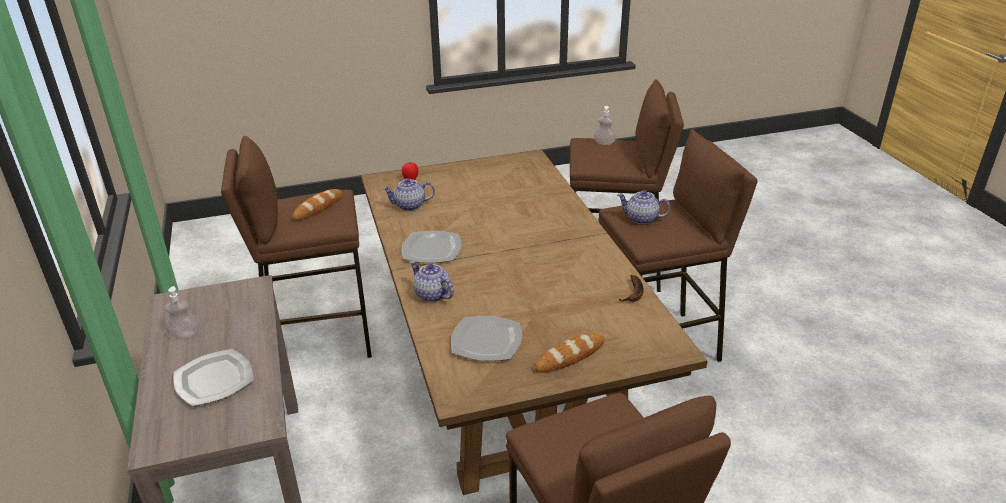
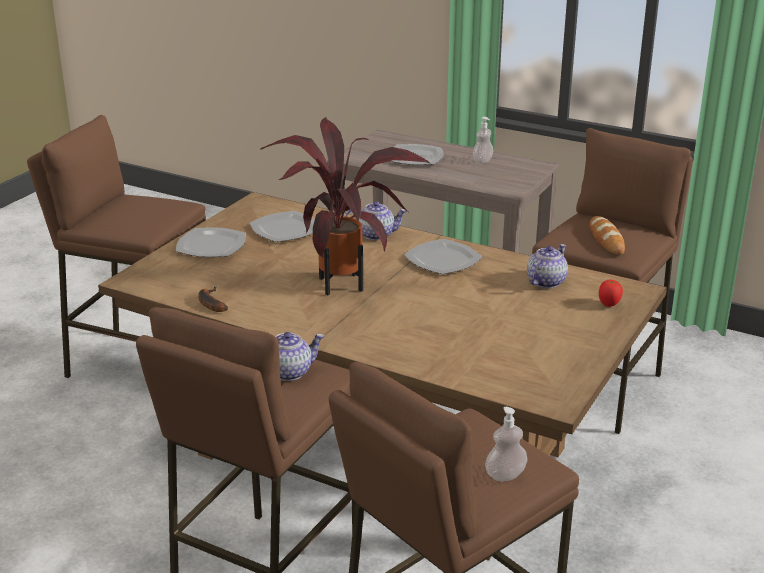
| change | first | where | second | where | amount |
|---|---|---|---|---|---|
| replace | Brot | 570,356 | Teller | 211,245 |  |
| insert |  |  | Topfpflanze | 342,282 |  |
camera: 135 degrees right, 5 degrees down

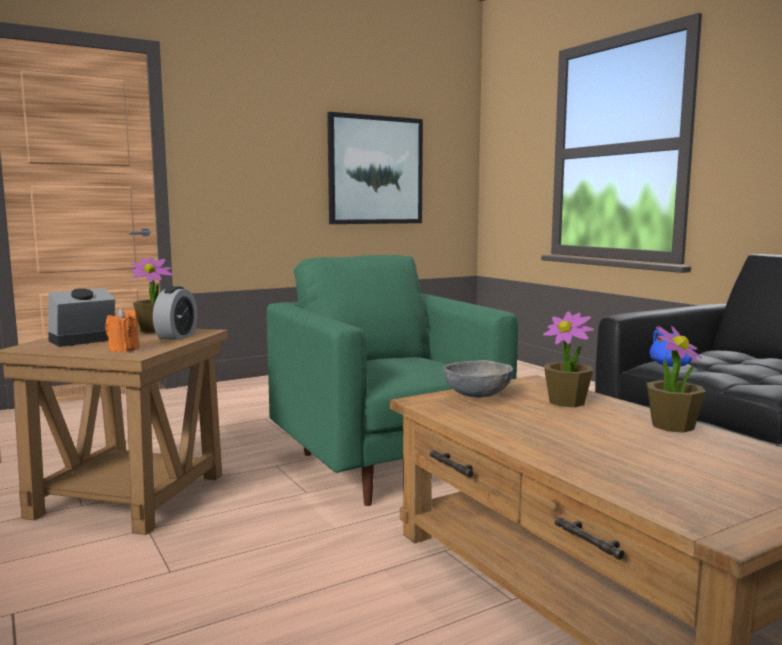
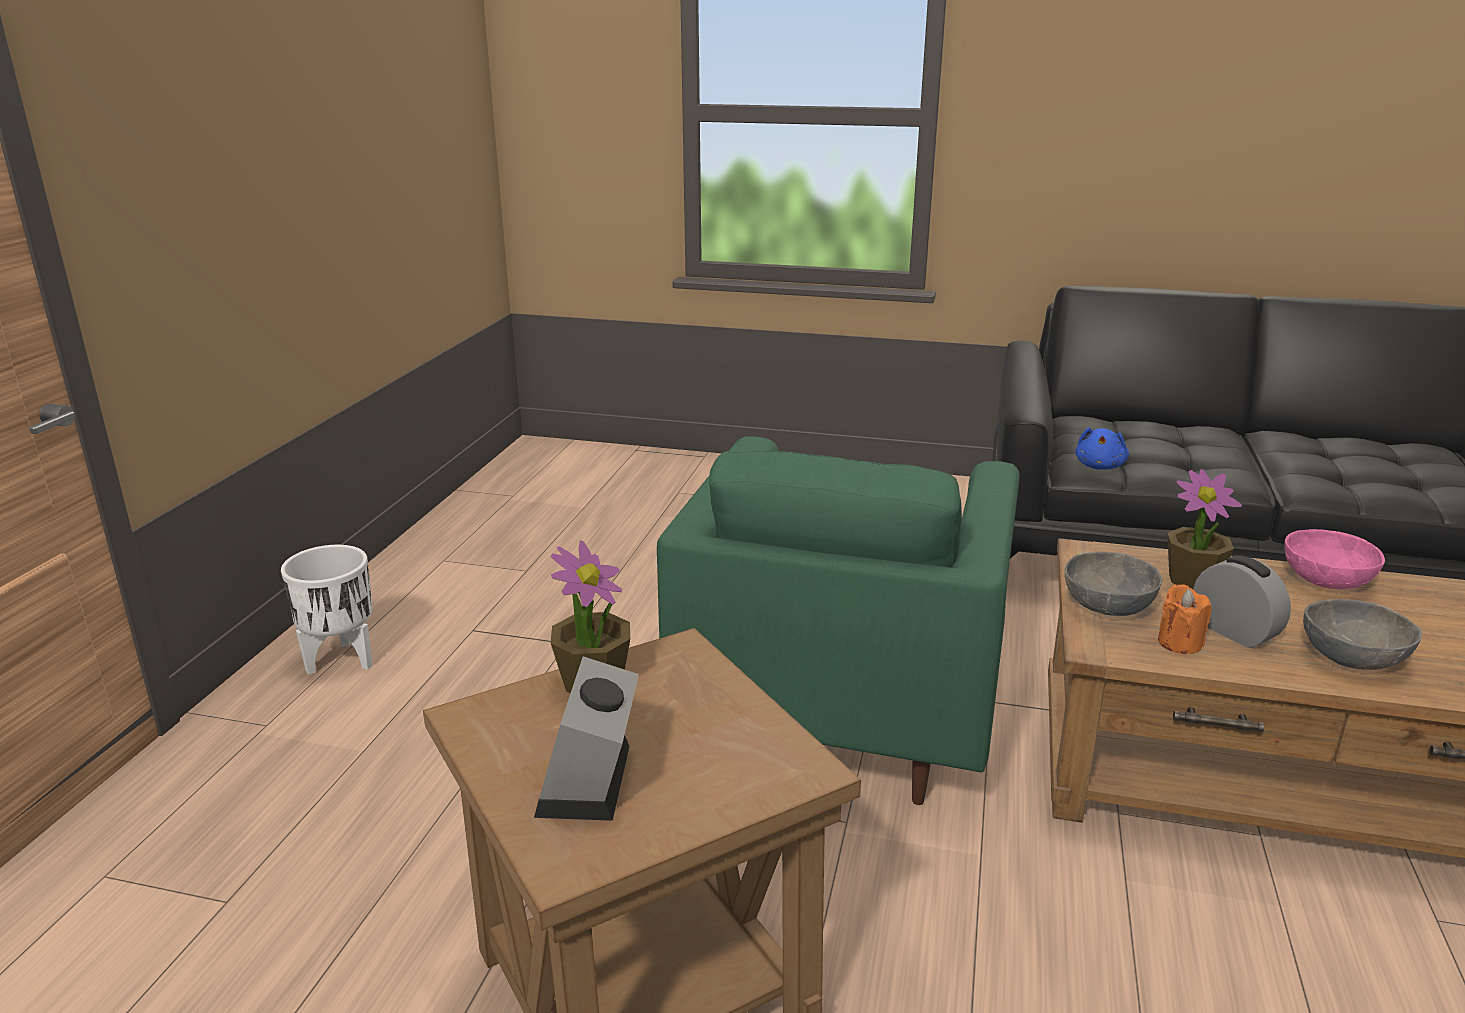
| change | first | where | second | where | amount |
|---|---|---|---|---|---|
| delete | Bild | 375,170 |  |  |  |
| rotate | Sessel (grün) | 388,465 |  | 840,719 | 90 degrees counterclockwise |
| move | Wecker | 176,336 |  | 1233,632 |  |
| move | Kerze (orange) | 124,349 |  | 1179,643 |  |
| replace | Topfpflanze | 672,425 | Schüssel (rosa) | 1325,580 |  |
| insert |  |  | Pflanzkübel (weiß) | 342,660 |  |
| insert |  |  | Schüssel (grau) | 1353,658 |  |
camera: 45 degrees left, 15 degrees up

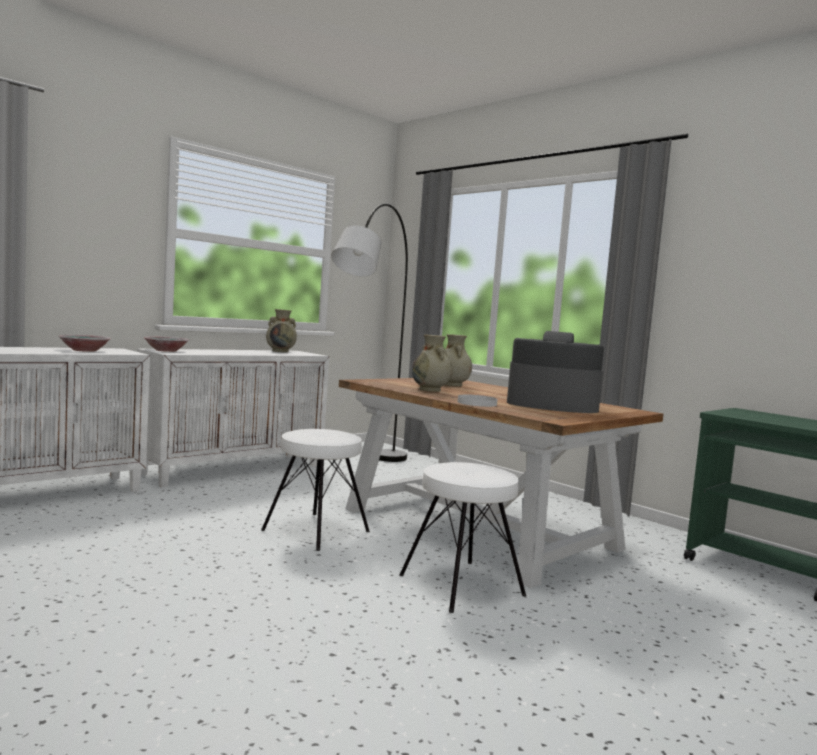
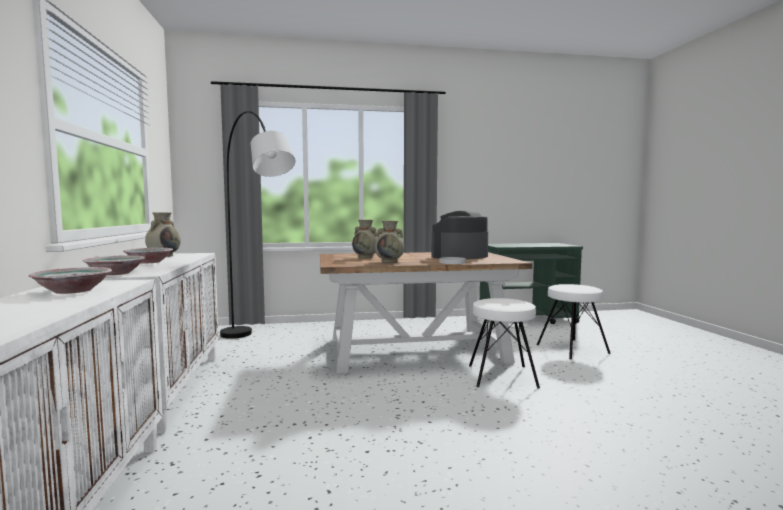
| change | first | where | second | where | amount |
|---|---|---|---|---|---|
| move | Hocker (weiß) | 315,531 |  | 572,349 |  |
| insert |  |  | Schüssel | 149,262 |  |
camera: 55 degrees left, 0 degrees up

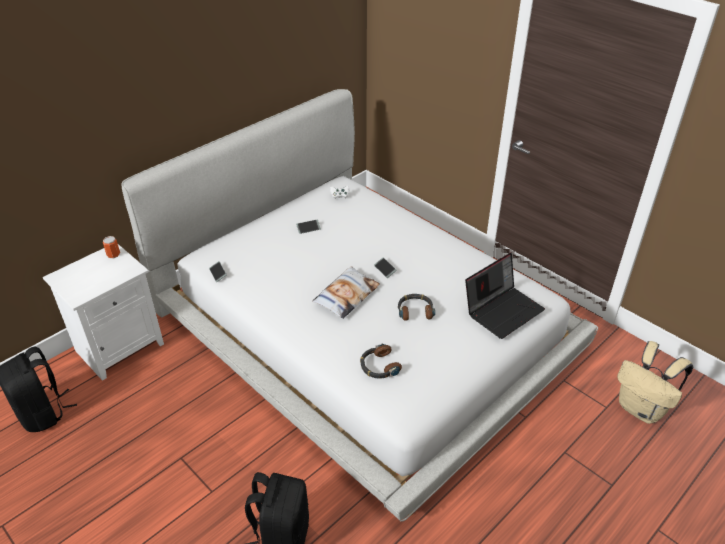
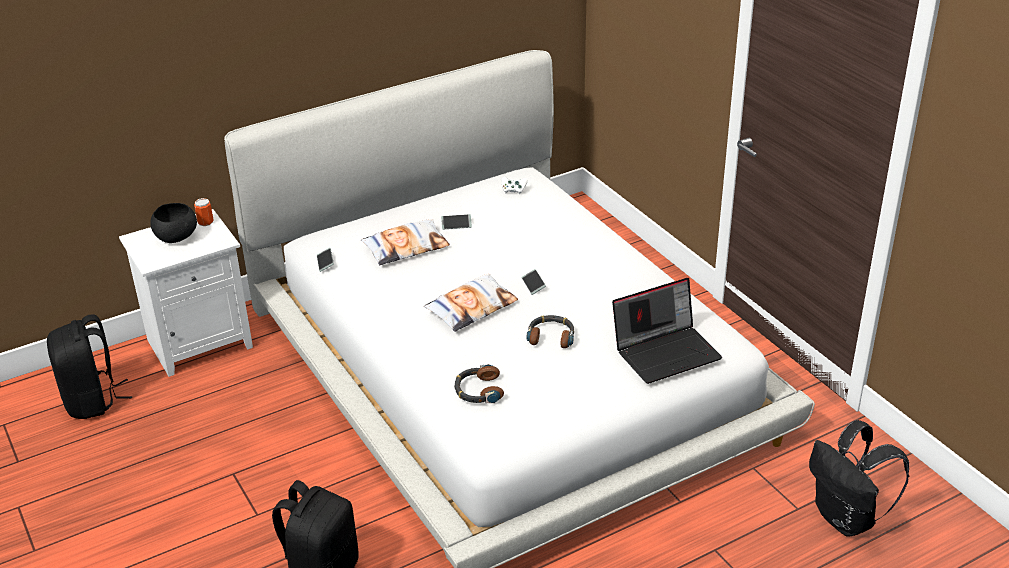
| change | first | where | second | where | amount |
|---|---|---|---|---|---|
| recolor | Rucksack (beige) | 642,409 | Rucksack (schwarz) | 847,519 |  |
| insert |  |  | Schüssel (schwarz) | 177,237 |  |
| insert |  |  | Kissen | 406,247 |  |
camera: 15 degrees right, 5 degrees down

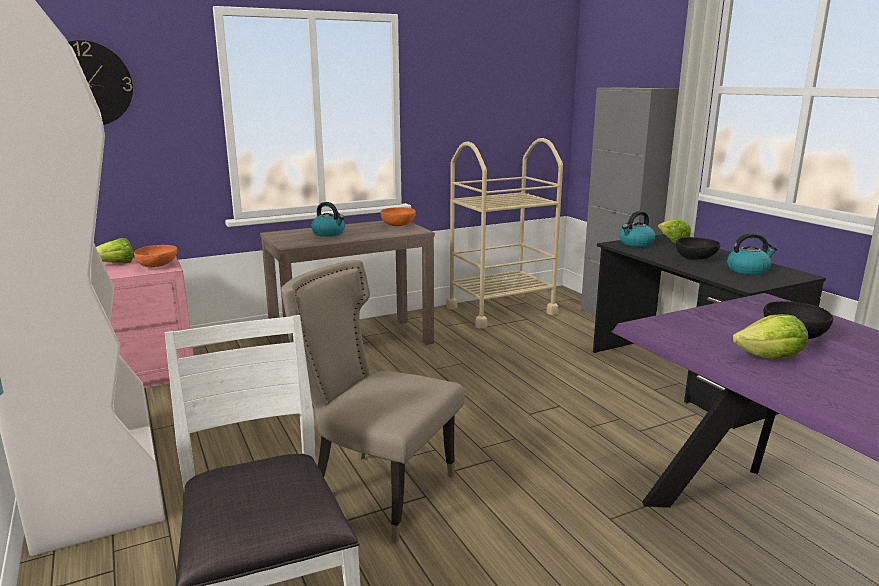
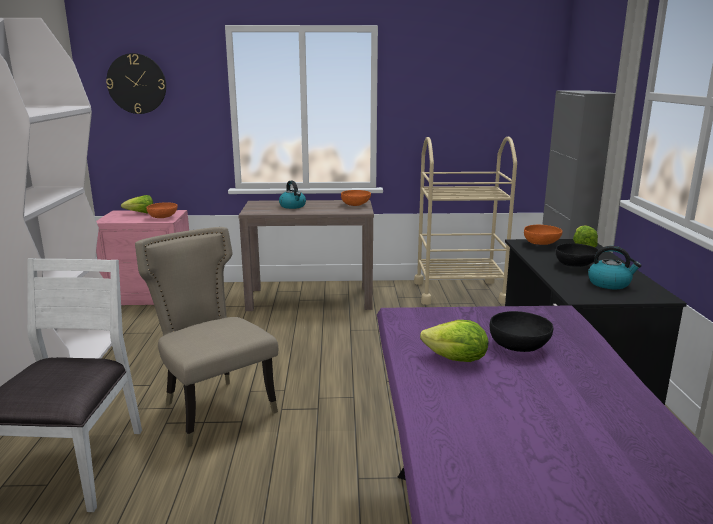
| change | first | where | second | where | amount |
|---|---|---|---|---|---|
| replace | Wasserkessel | 635,243 | Schüssel (orange) | 541,244 |  |
camera: 25 degrees right, 0 degrees up

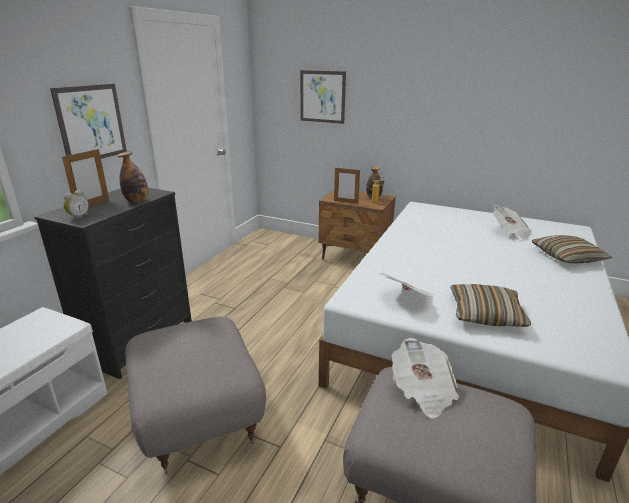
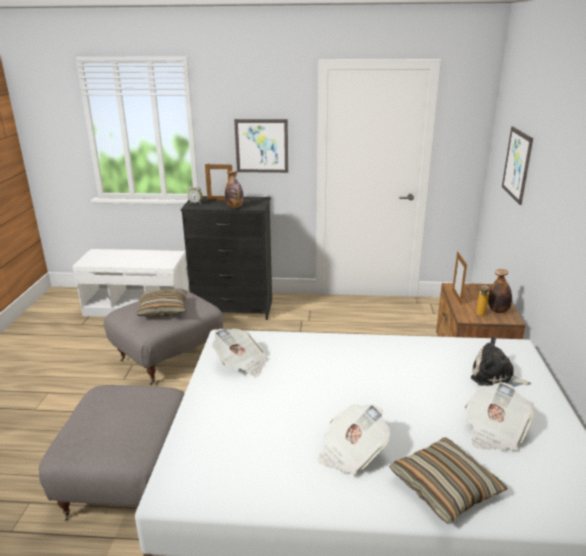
| change | first | where | second | where | amount |
|---|---|---|---|---|---|
| move | Kissen | 485,314 |  | 163,310 |  |
| move | Zeitung | 422,391 |  | 351,453 |  |
| insert |  |  | Plüschtier | 495,377 |  |
camera: 70 degrees right, 0 degrees up

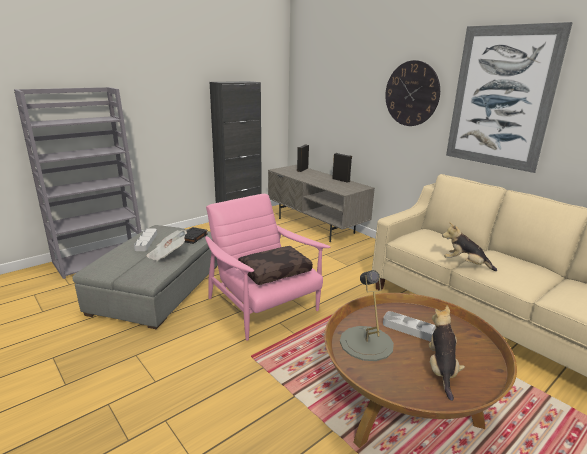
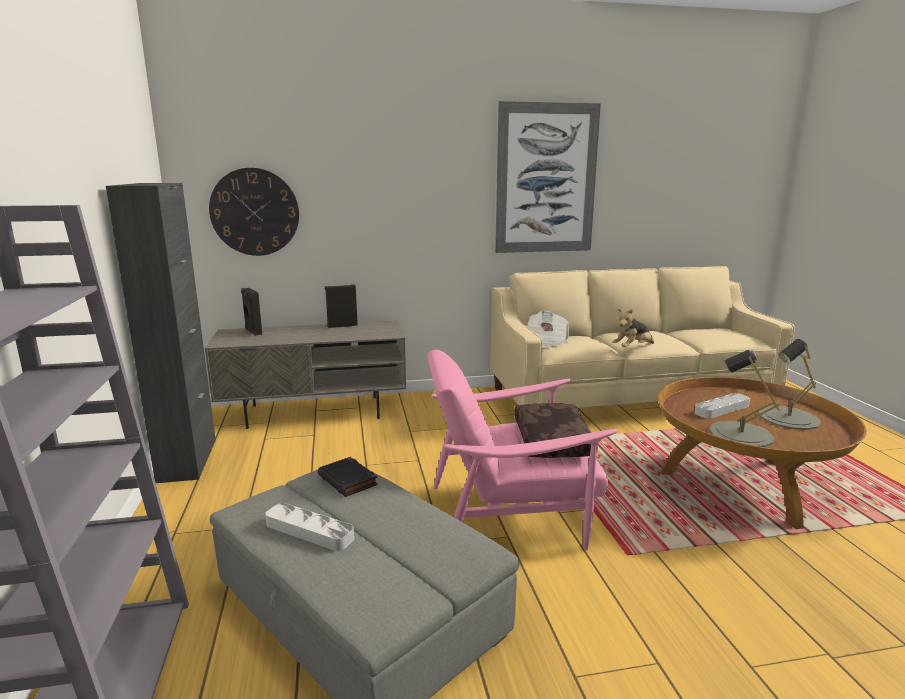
| change | first | where | second | where | amount |
|---|---|---|---|---|---|
| move | Wanduhr | 412,94 |  | 255,212 |  |
| move | Zeitung | 167,255 |  | 547,341 |  |
| replace | Plüschtier | 441,370 | Tischlampe (grau) | 788,418 |  |
camera: 60 degrees left, 5 degrees down

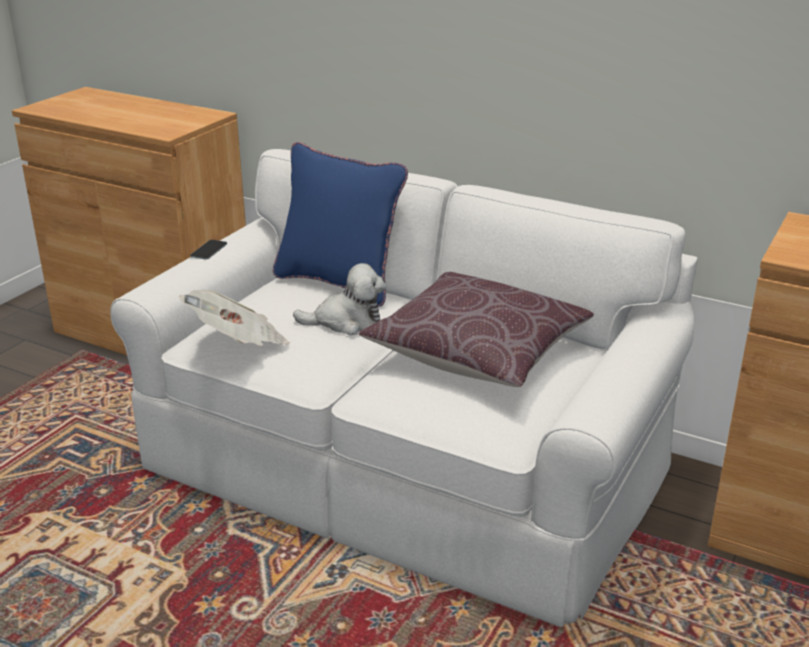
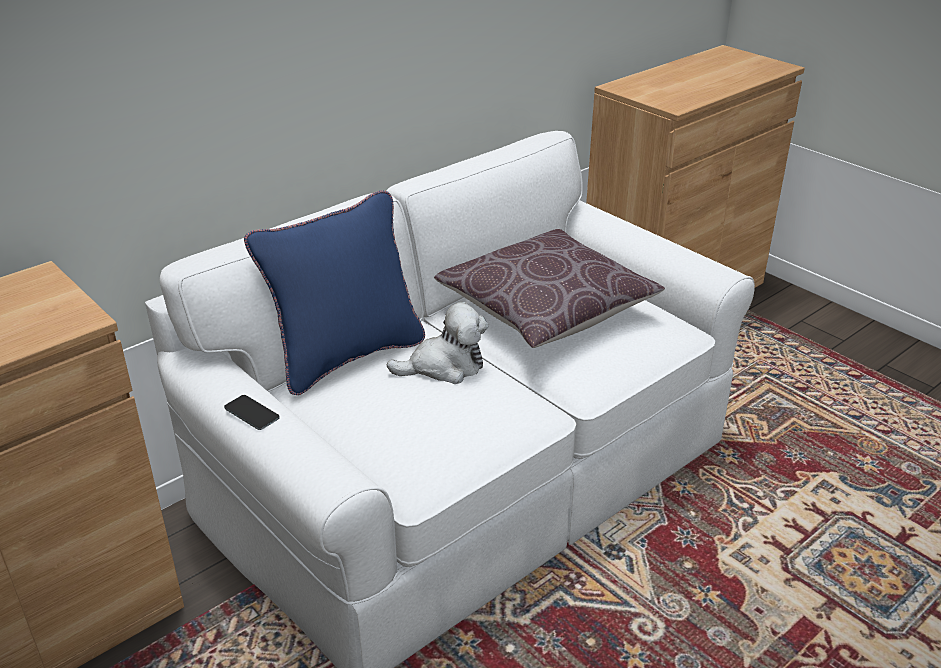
| change | first | where | second | where | amount |
|---|---|---|---|---|---|
| rotate | Plüschtier | 346,322 |  | 444,366 | 60 degrees clockwise |
| delete | Zeitung | 238,343 |  |  |  |
camera: 70 degrees left, 5 degrees up

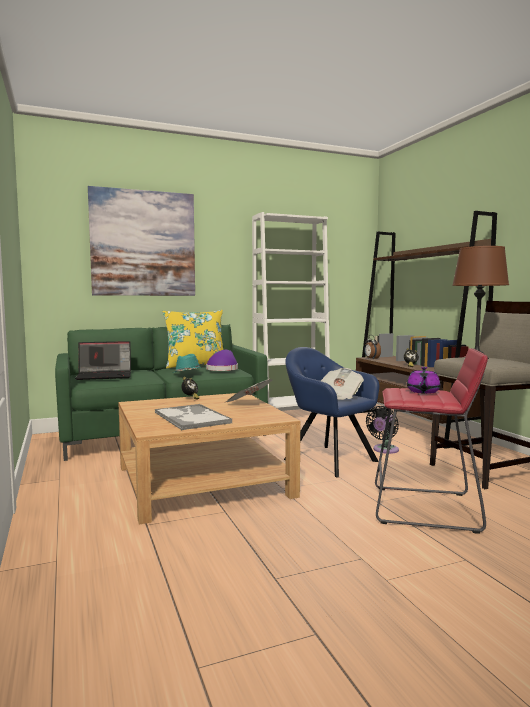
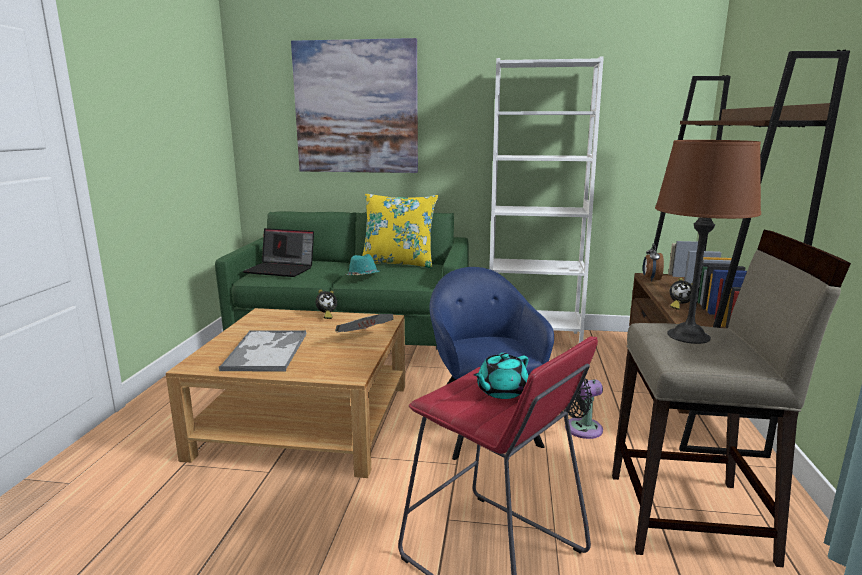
| change | first | where | second | where | amount |
|---|---|---|---|---|---|
| delete | Hut (lila) | 223,369 |  |  |  |
| recolor | Teekanne (lila) | 423,392 | Teekanne (türkis) | 501,391 |  |
| delete | Zeitung | 339,397 |  |  |  |
camera: 30 degrees right, 10 degrees up

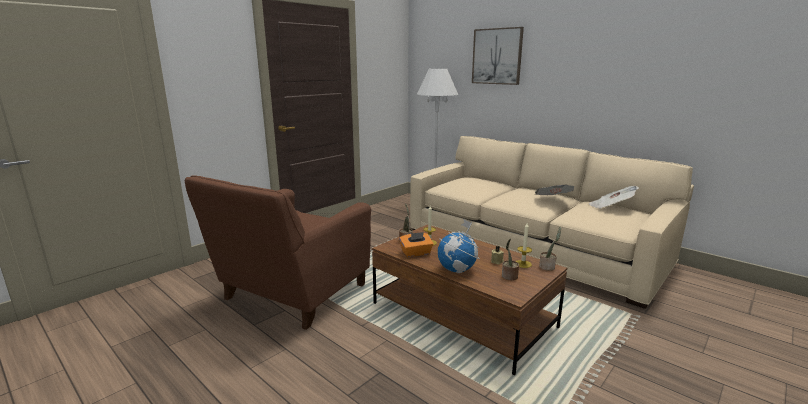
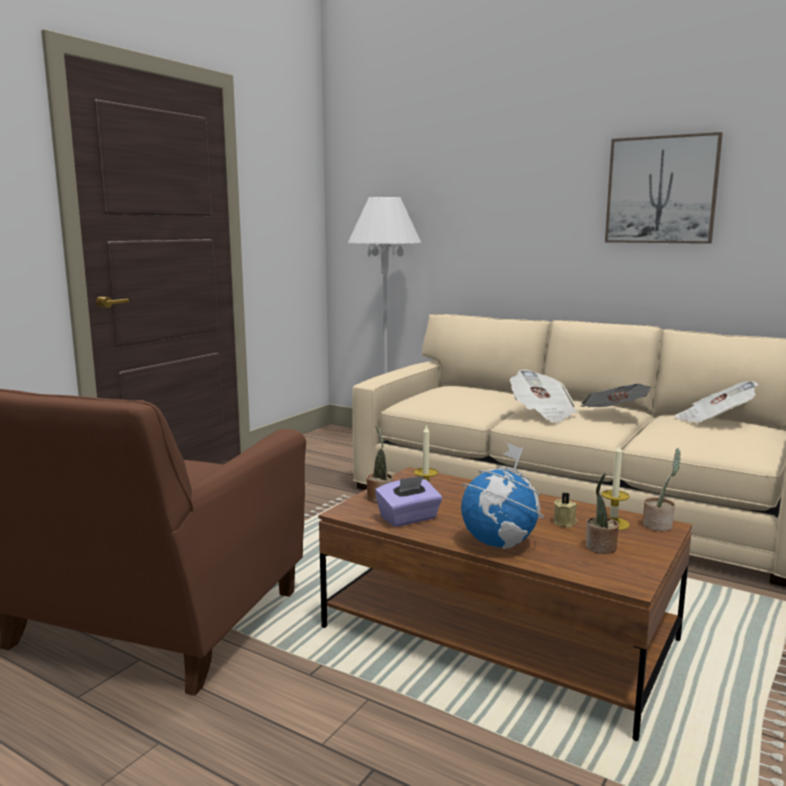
| change | first | where | second | where | amount |
|---|---|---|---|---|---|
| move | Bild | 497,56 |  | 661,190 |  |
| recolor | Taschentuchbox (orange) | 416,253 | Taschentuchbox (lila) | 408,518 |  |
| insert |  |  | Zeitung | 542,413 |  |
camera: 10 degrees left, 5 degrees down

